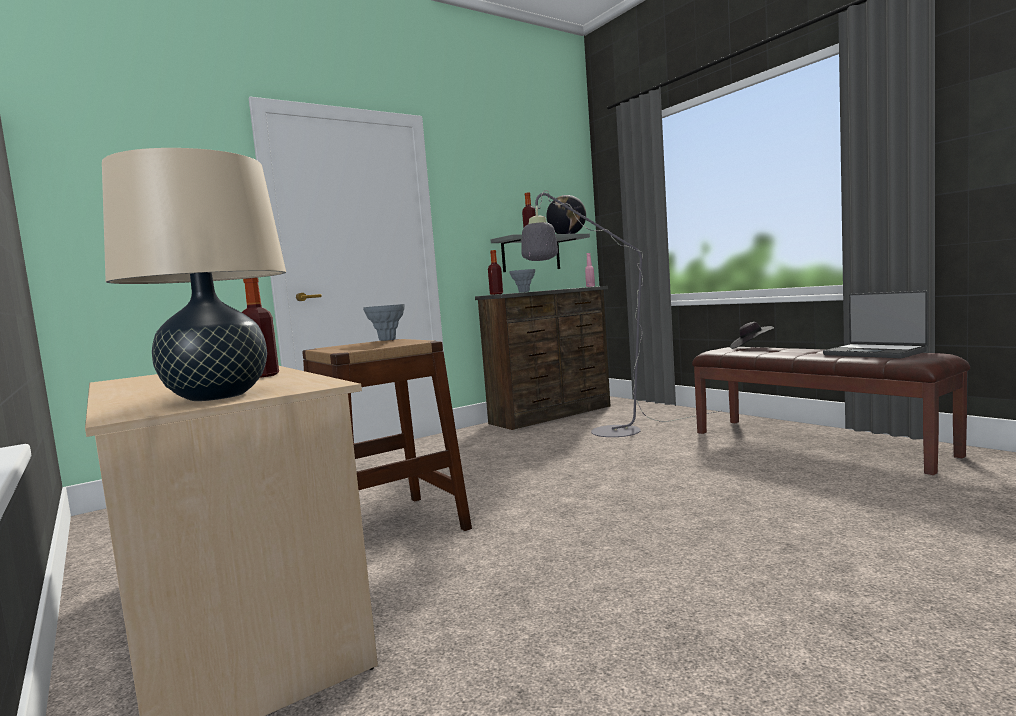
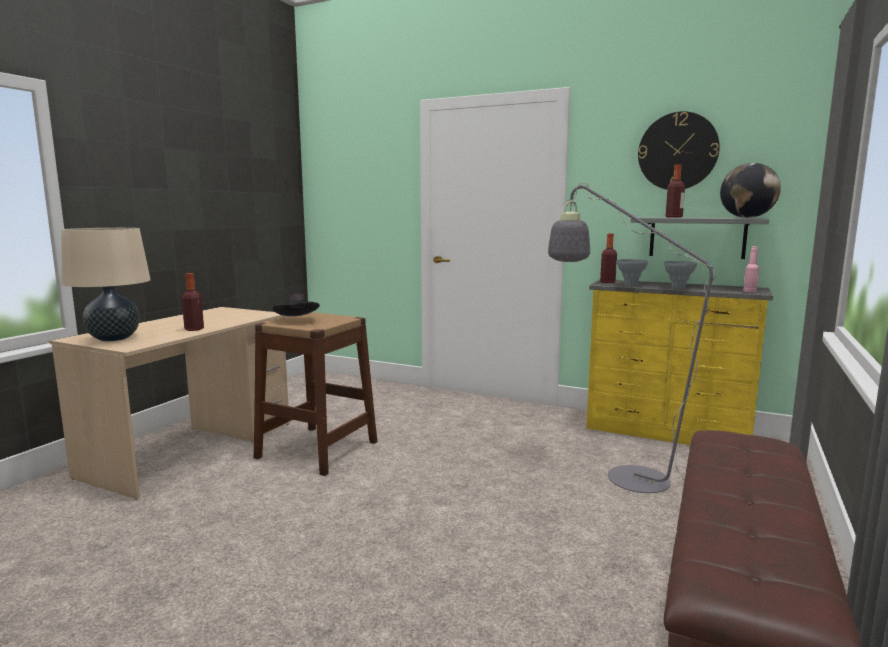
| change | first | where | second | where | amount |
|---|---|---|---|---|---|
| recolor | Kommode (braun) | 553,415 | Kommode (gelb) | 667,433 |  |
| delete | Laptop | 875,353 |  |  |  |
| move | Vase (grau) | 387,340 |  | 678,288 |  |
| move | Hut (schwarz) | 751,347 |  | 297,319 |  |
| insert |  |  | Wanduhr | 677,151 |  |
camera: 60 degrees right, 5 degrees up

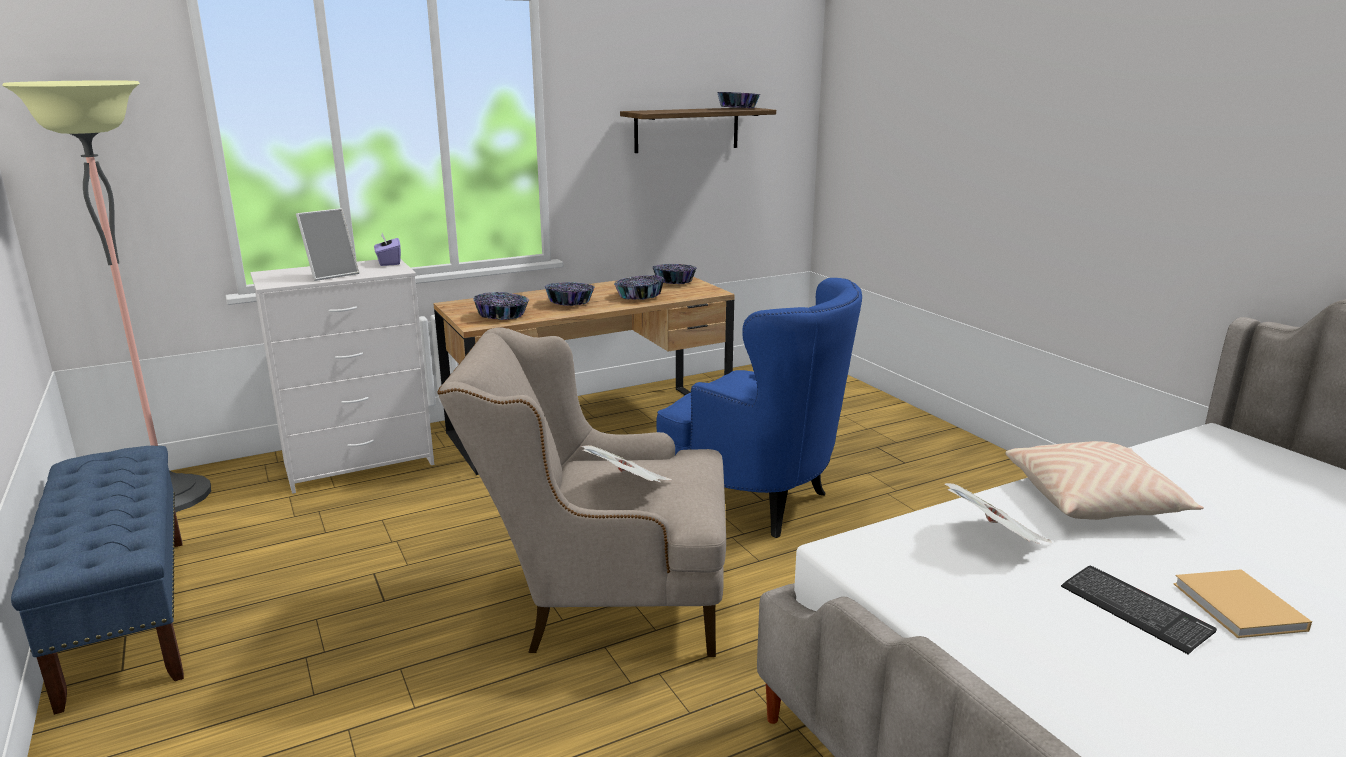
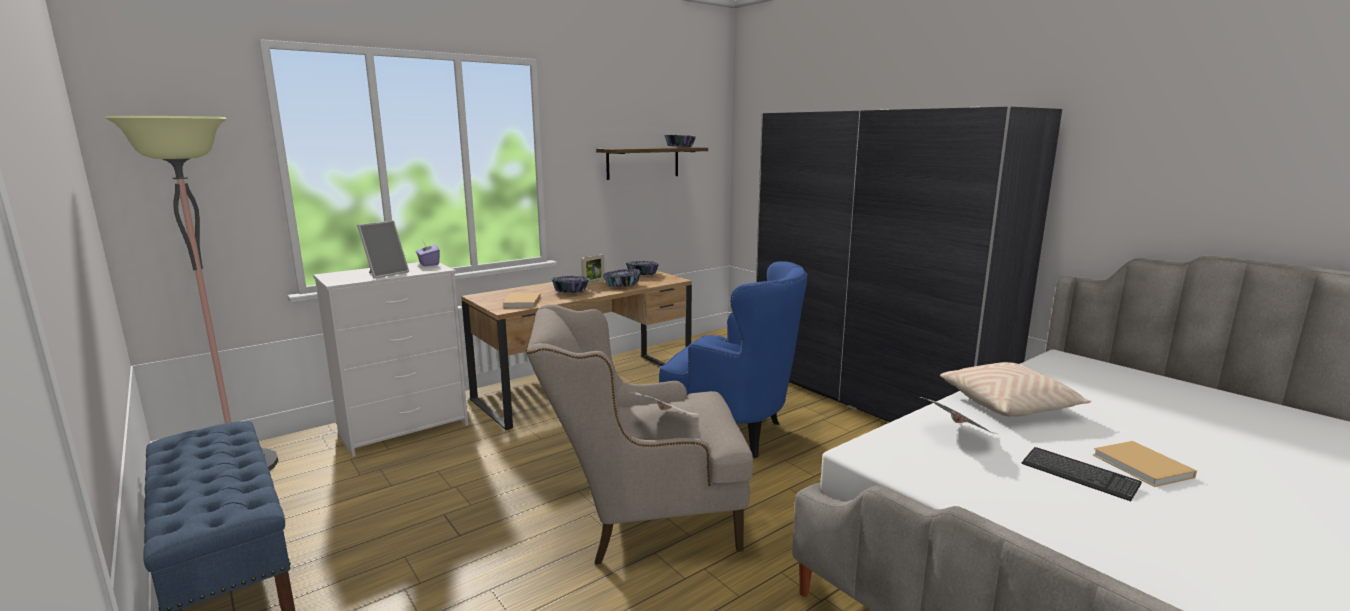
| change | first | where | second | where | amount |
|---|---|---|---|---|---|
| replace | Schüssel | 501,316 | Buch (beige) | 521,302 |  |
| insert |  |  | Kleiderschrank (grau) | 869,395 |  |
| insert |  |  | Bilderrahmen | 593,282 |  |
camera: 10 degrees left, 5 degrees down

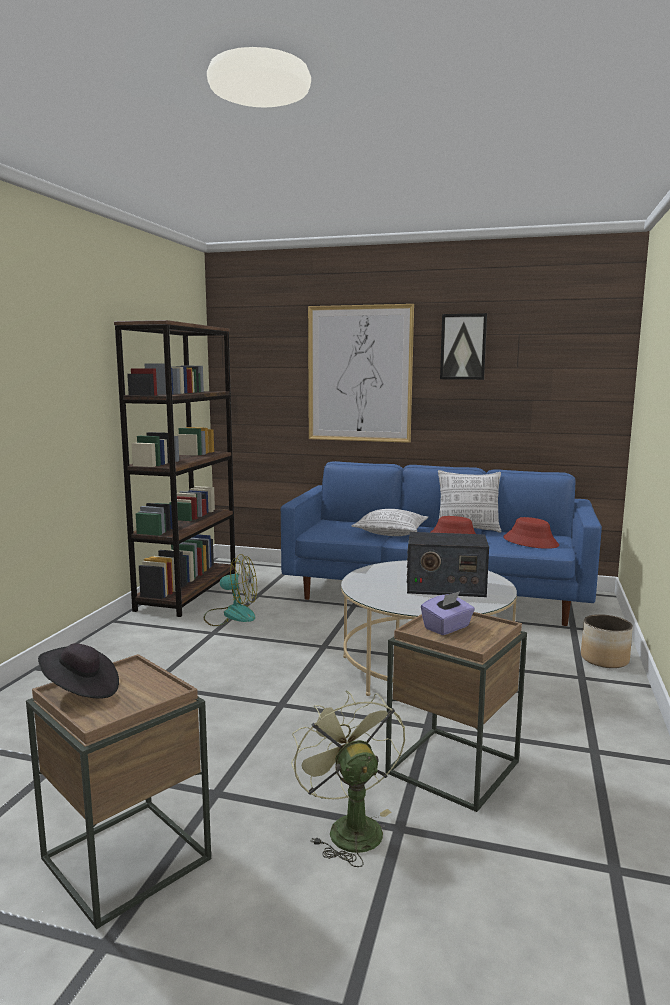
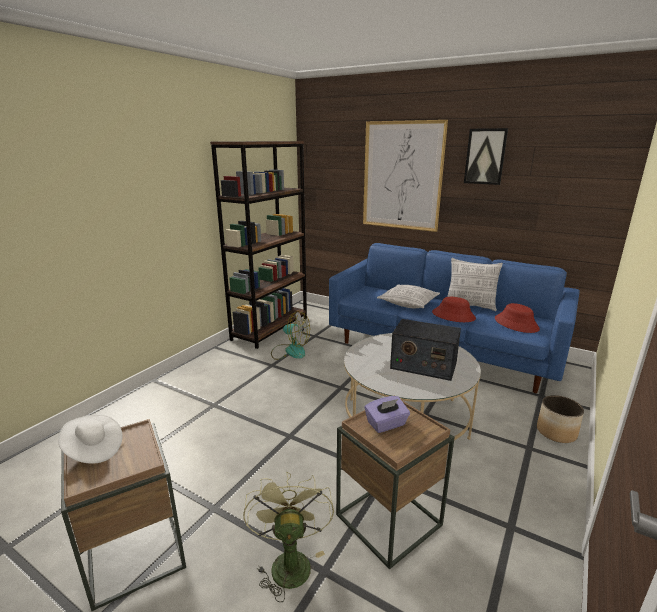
| change | first | where | second | where | amount |
|---|---|---|---|---|---|
| recolor | Hut (schwarz) | 81,690 | Hut (weiß) | 93,449 |  |
camera: 15 degrees right, 10 degrees up

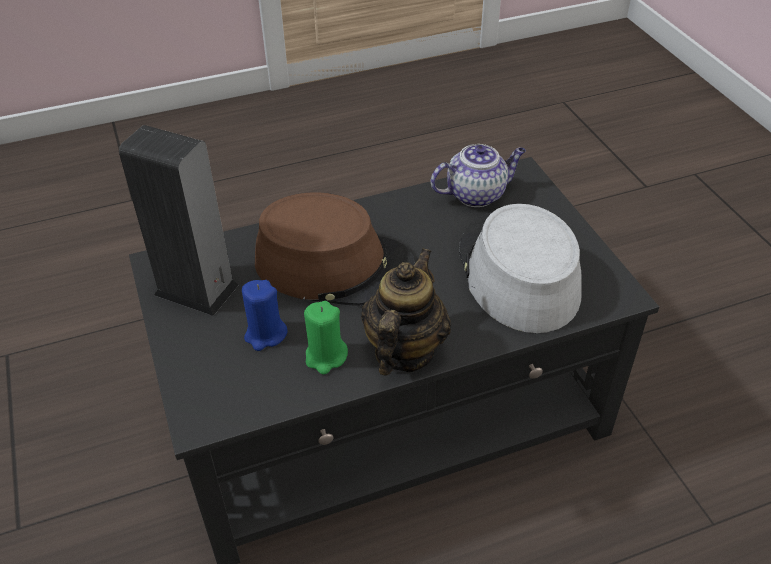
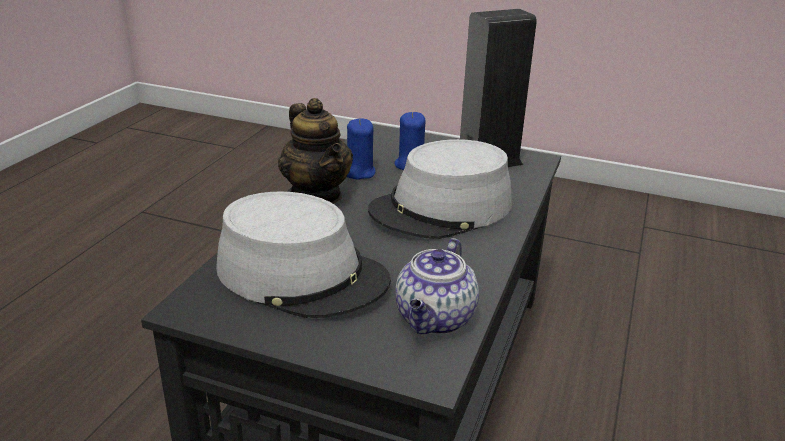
| change | first | where | second | where | amount |
|---|---|---|---|---|---|
| recolor | Hut (braun) | 334,264 | Hut (grau) | 442,209 |  |
| recolor | Kerze (grün) | 325,357 | Kerze (blau) | 359,172 |  |
camera: 130 degrees right, 15 degrees down

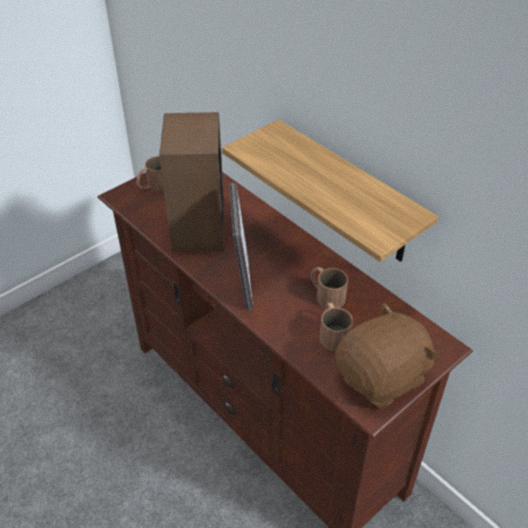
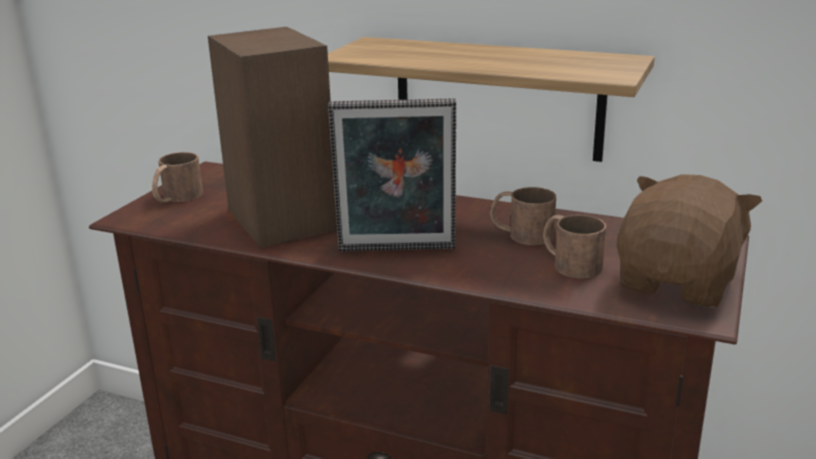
| change | first | where | second | where | amount |
|---|---|---|---|---|---|
| rotate | Bilderrahmen | 242,283 |  | 396,251 | 60 degrees counterclockwise |
camera: 25 degrees left, 20 degrees down

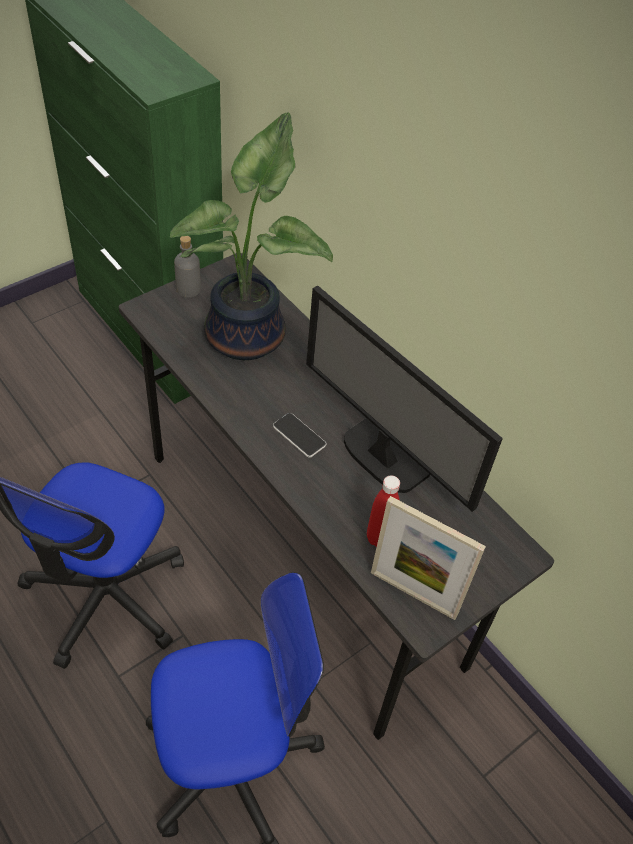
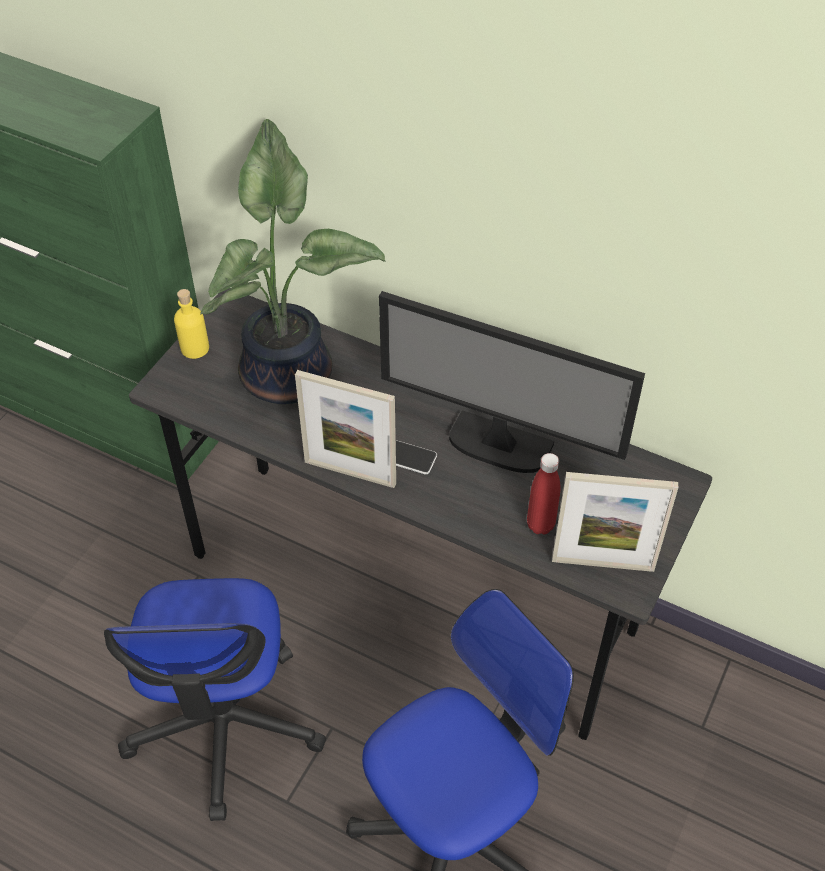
| change | first | where | second | where | amount |
|---|---|---|---|---|---|
| recolor | Flasche (grau) | 188,289 | Flasche (gelb) | 195,348 |  |
| insert |  |  | Bilderrahmen | 350,473 |  |
camera: 20 degrees left, 0 degrees up

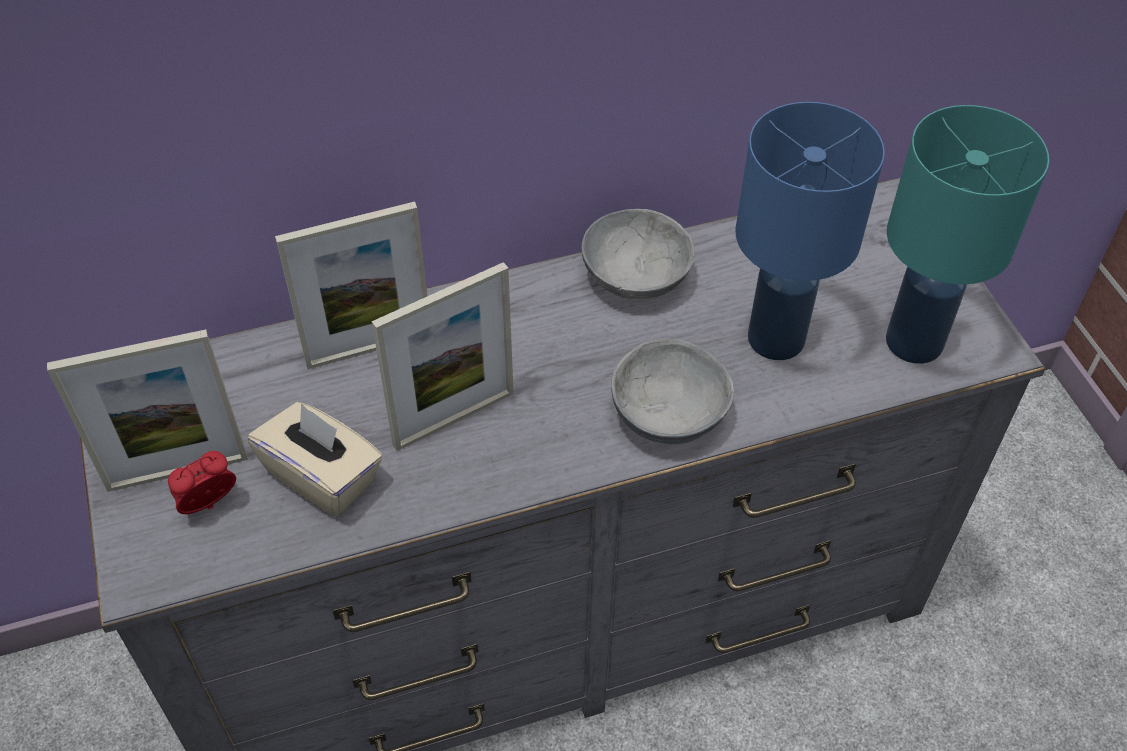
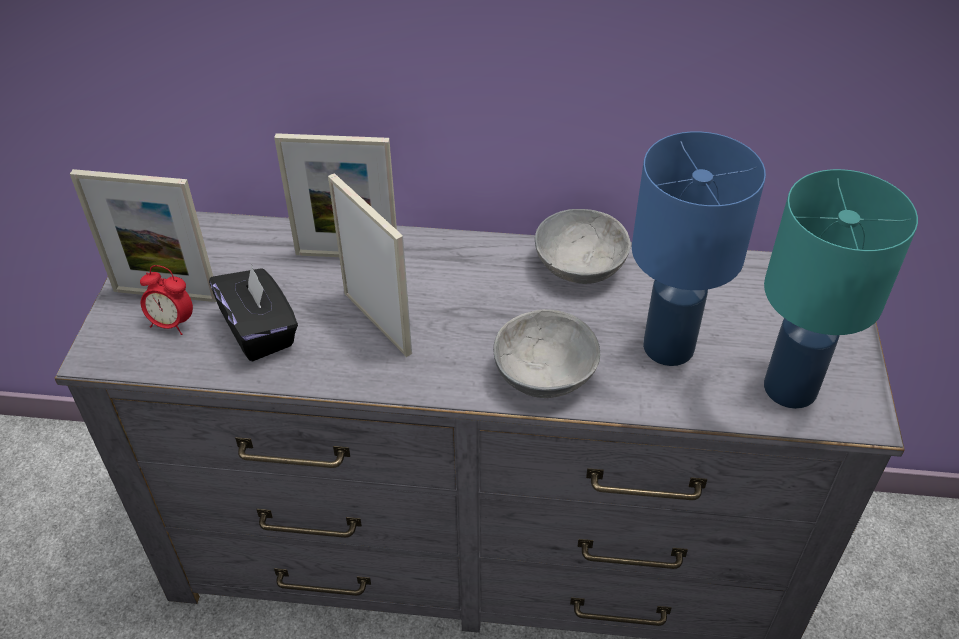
| change | first | where | second | where | amount |
|---|---|---|---|---|---|
| rotate | Bilderrahmen | 454,419 |  | 377,323 | 120 degrees counterclockwise |
| recolor | Taschentuchbox (beige) | 323,476 | Taschentuchbox (schwarz) | 260,331 |  |
| rotate | Wecker | 209,505 |  | 172,323 | 150 degrees counterclockwise |
camera: 25 degrees right, 5 degrees down

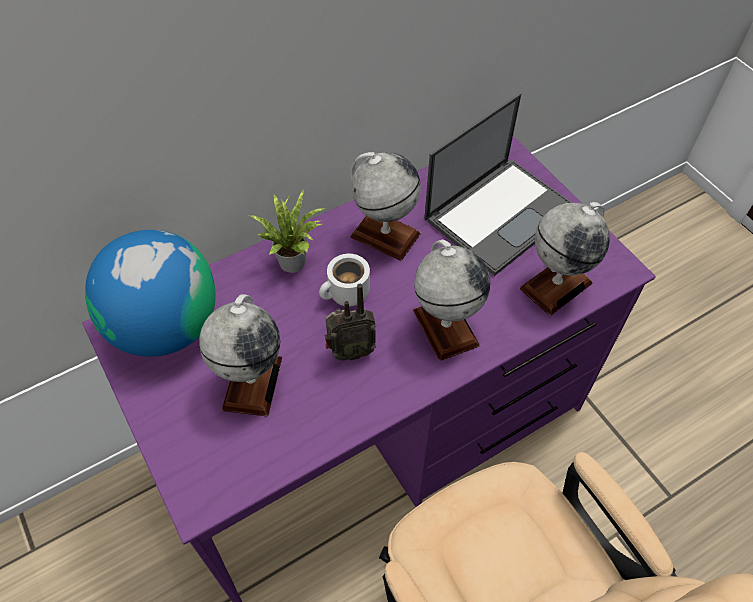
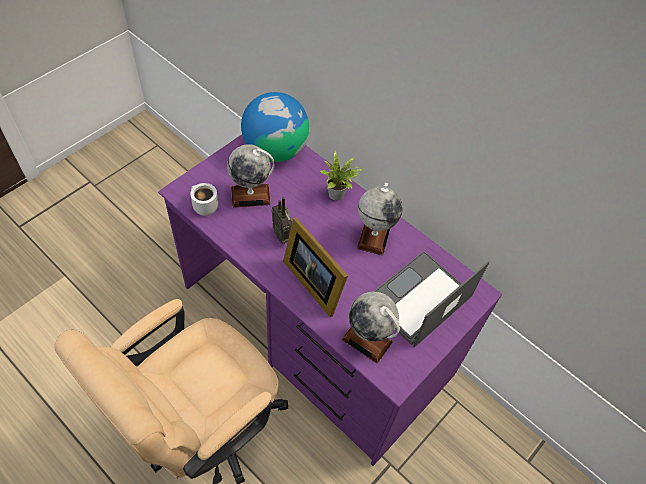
| change | first | where | second | where | amount |
|---|---|---|---|---|---|
| rotate | Laptop | 500,213 |  | 418,299 | 105 degrees clockwise |
| replace | Globus | 445,327 | Bilderrahmen | 314,280 |  |
| move | Henkelbecher (weiß) | 346,295 |  | 203,206 |  |
camera: 70 degrees right, 0 degrees up

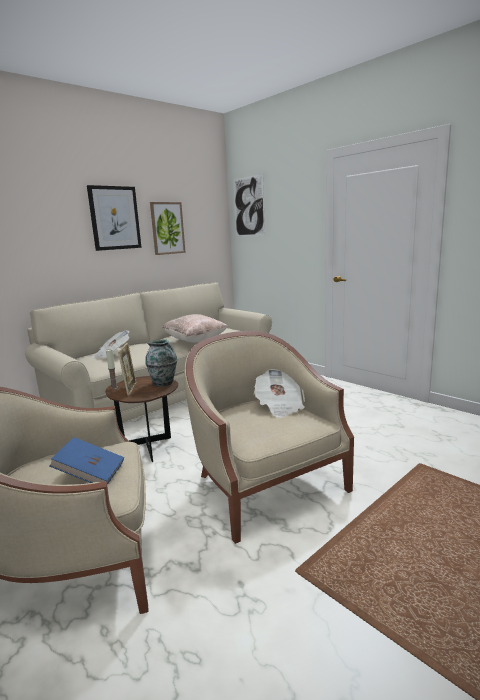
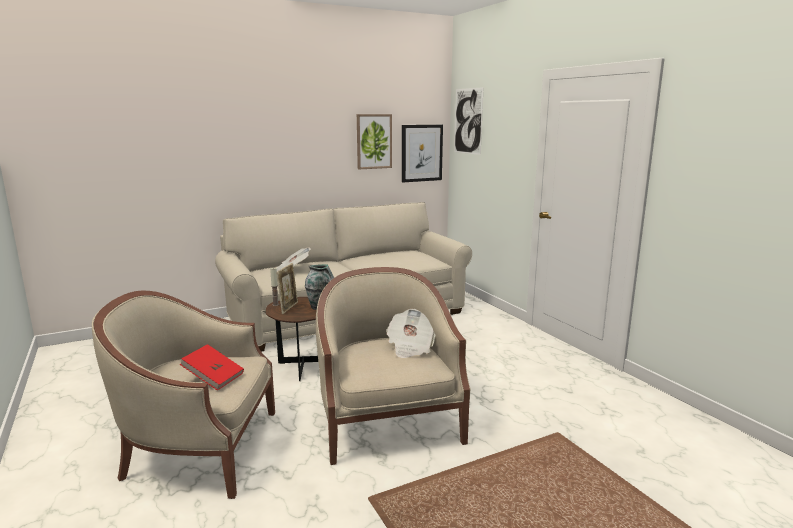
| change | first | where | second | where | amount |
|---|---|---|---|---|---|
| move | Bild | 114,218 |  | 421,153 |  |
| delete | Kissen (beige) | 195,341 |  |  |  |
| recolor | Buch (blau) | 91,475 | Buch (rot) | 213,378 |  |
camera: 15 degrees right, 0 degrees up

